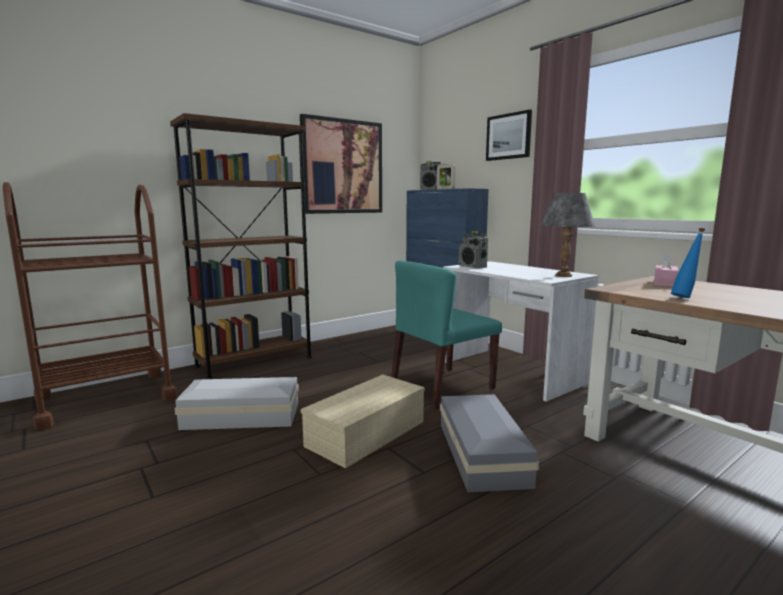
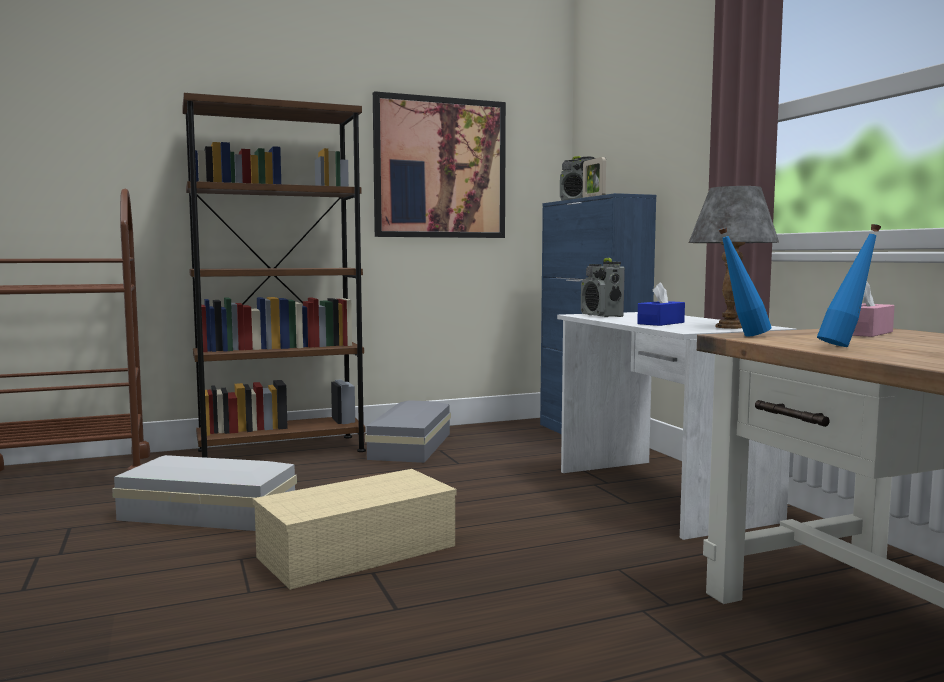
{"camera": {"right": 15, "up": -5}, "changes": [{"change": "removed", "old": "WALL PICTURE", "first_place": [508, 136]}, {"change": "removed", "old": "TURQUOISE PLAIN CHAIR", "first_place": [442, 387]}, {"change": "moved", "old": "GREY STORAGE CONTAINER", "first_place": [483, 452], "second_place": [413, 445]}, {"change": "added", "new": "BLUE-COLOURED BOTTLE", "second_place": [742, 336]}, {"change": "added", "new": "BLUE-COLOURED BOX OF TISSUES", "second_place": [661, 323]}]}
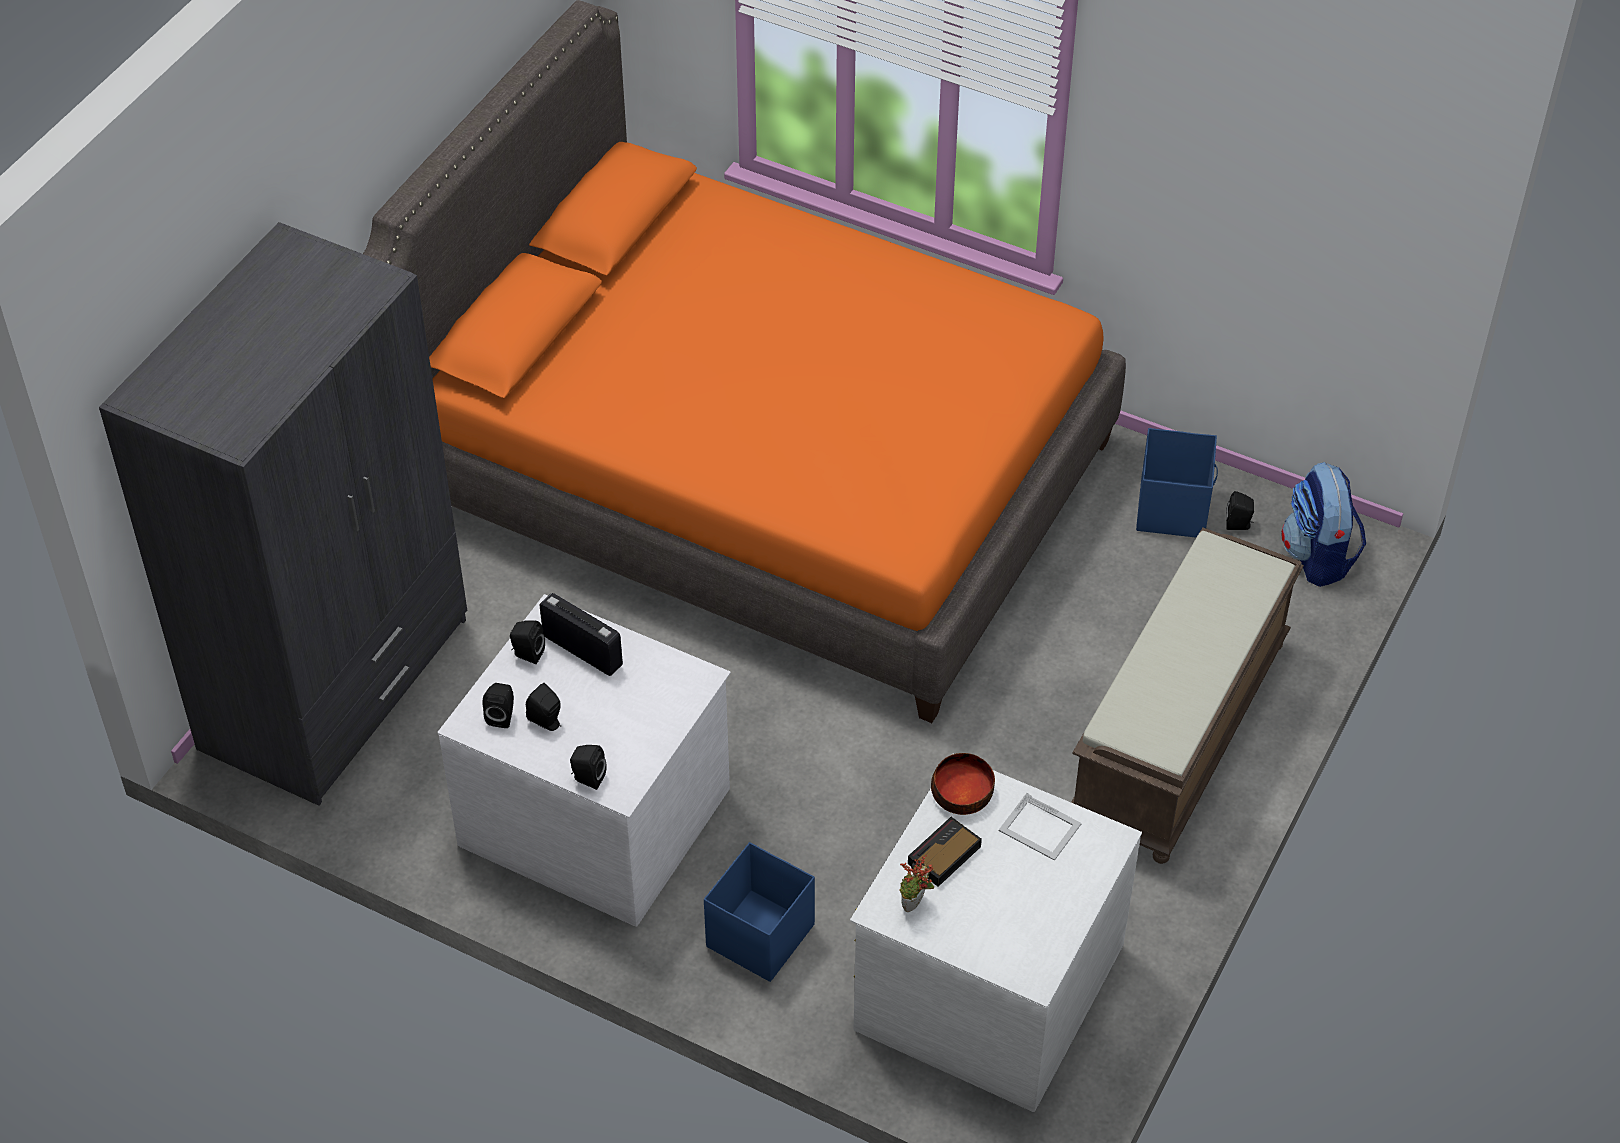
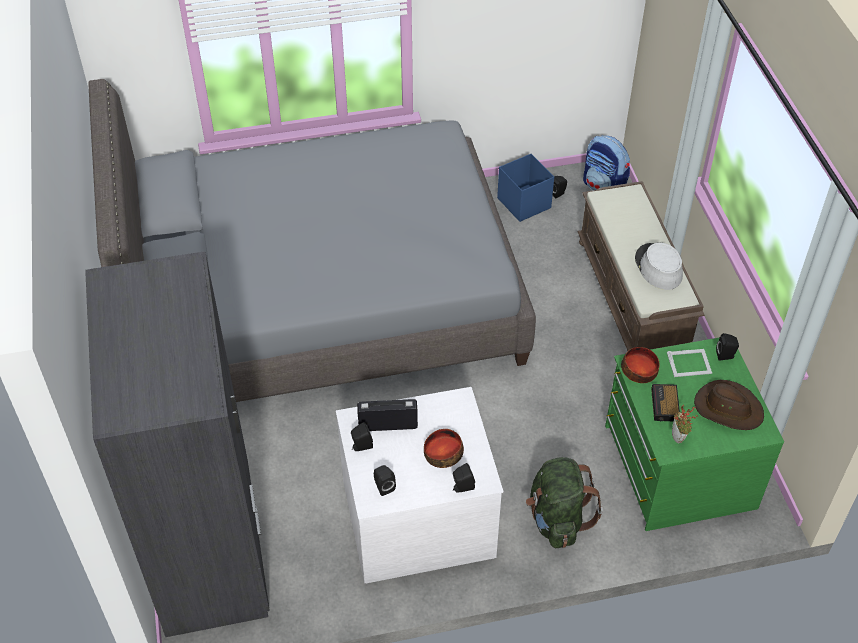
{"camera": {"right": -40, "up": 0}, "changes": [{"change": "recoloured", "old": "ORANGE SLEEPING BED", "new": "GREY SLEEPING BED", "first_place": [759, 475], "second_place": [321, 300]}, {"change": "moved", "old": "BLACK SPEAKER", "first_place": [547, 722], "second_place": [726, 356]}, {"change": "recoloured", "old": "WHITE DRAWER CHEST", "new": "GREEN-COLOURED DRAWER CHEST", "first_place": [985, 985], "second_place": [677, 467]}, {"change": "replaced", "old": "BLUE-COLOURED STORAGE CONTAINER", "new": "GREEN-COLOURED RUCKSACK", "first_place": [759, 937], "second_place": [557, 519]}, {"change": "added", "new": "GREY HAT", "second_place": [658, 267]}, {"change": "added", "new": "BROWN HAT", "second_place": [728, 408]}, {"change": "added", "new": "SERVING BOWL", "second_place": [443, 453]}]}
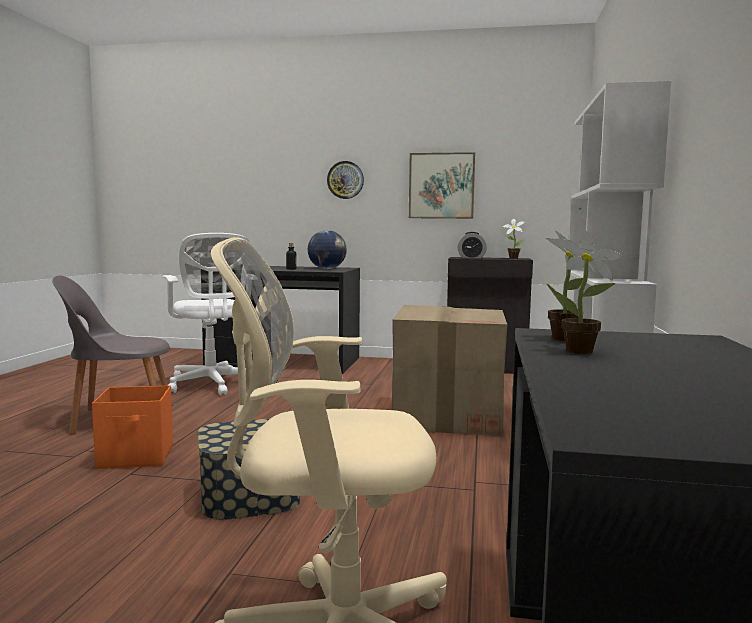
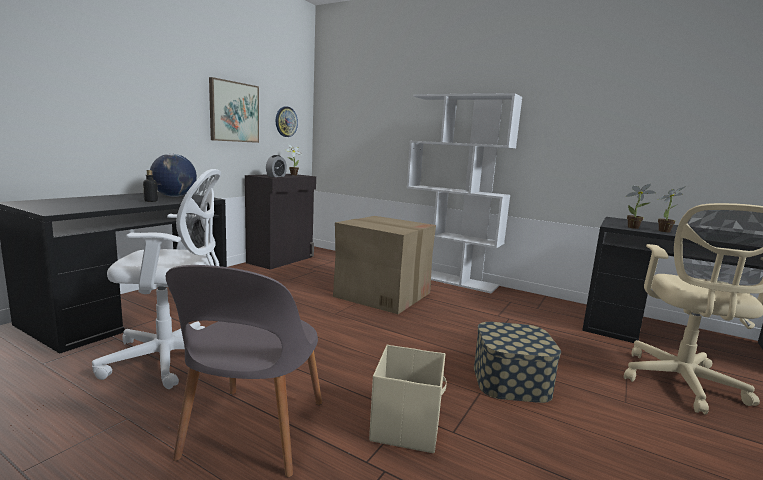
{"camera": {"right": -70, "up": 5}, "changes": [{"change": "moved", "old": "HANGING CLOCK", "first_place": [345, 180], "second_place": [286, 121]}, {"change": "recoloured", "old": "ORANGE STORAGE CONTAINER", "new": "SAND-COLOURED STORAGE CONTAINER", "first_place": [137, 457], "second_place": [407, 425]}]}
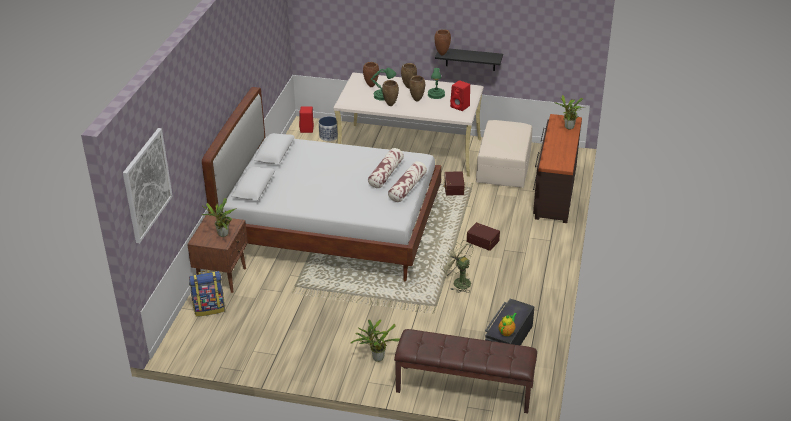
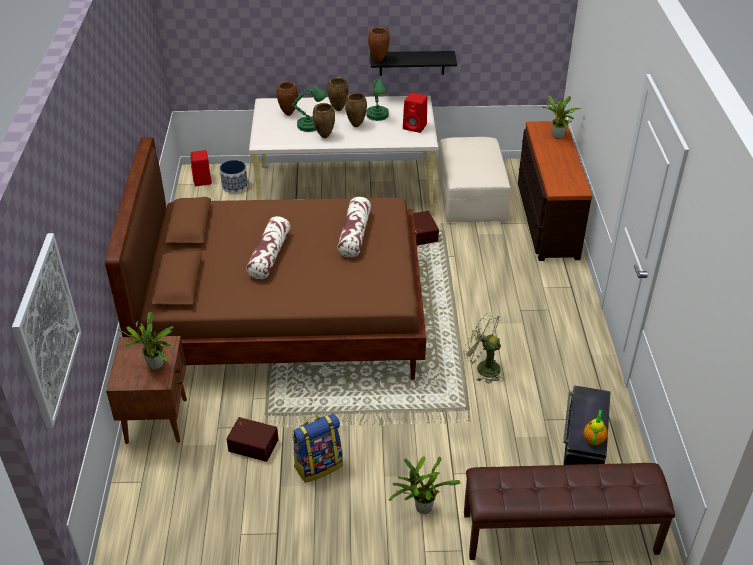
{"camera": {"right": -15, "up": 5}, "changes": [{"change": "recoloured", "old": "WHITE SLEEPING BED", "new": "BROWN SLEEPING BED", "first_place": [331, 226], "second_place": [284, 314]}, {"change": "moved", "old": "PILLOW", "first_place": [407, 187], "second_place": [269, 255]}, {"change": "moved", "old": "BROWN STORAGE CONTAINER", "first_place": [483, 240], "second_place": [253, 444]}, {"change": "moved", "old": "RUCKSACK", "first_place": [209, 308], "second_place": [318, 465]}]}
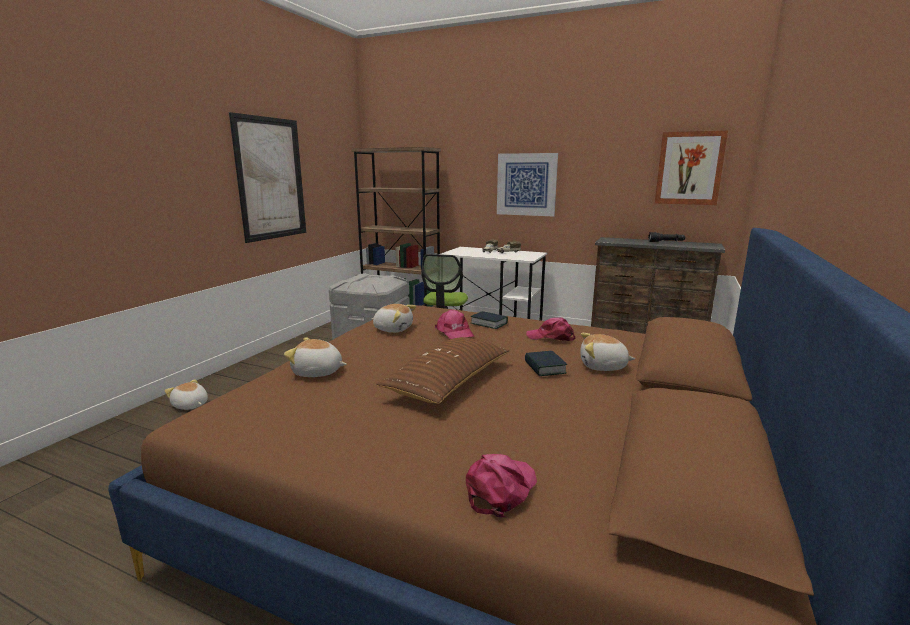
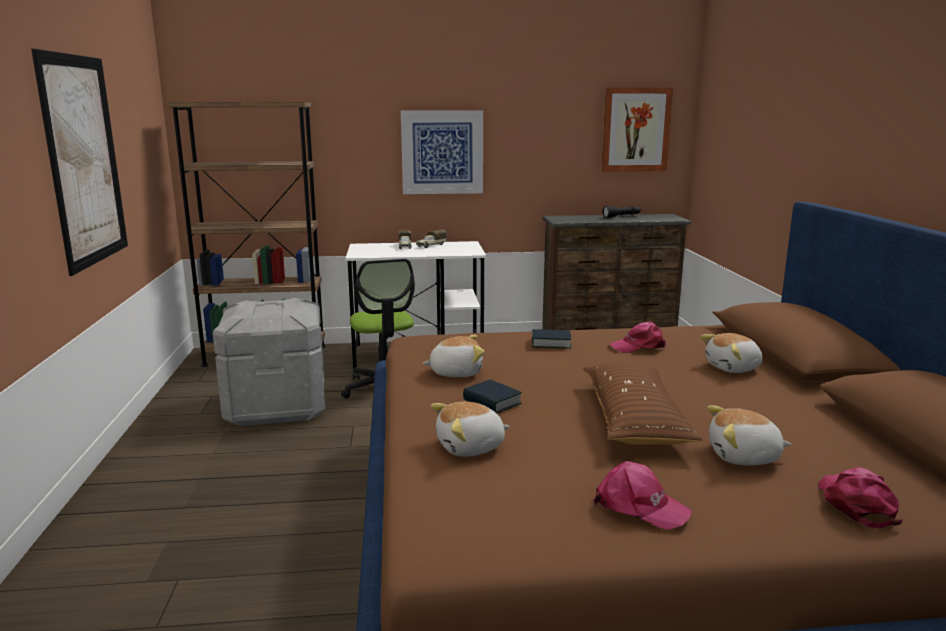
{"camera": {"right": -30, "up": 0}, "changes": [{"change": "moved", "old": "PINKISH BASEBALL CAP", "first_place": [454, 332], "second_place": [639, 507]}, {"change": "moved", "old": "BOUND BOOK", "first_place": [545, 368], "second_place": [492, 402]}, {"change": "moved", "old": "CUDDLY TOY", "first_place": [190, 405], "second_place": [744, 457]}]}
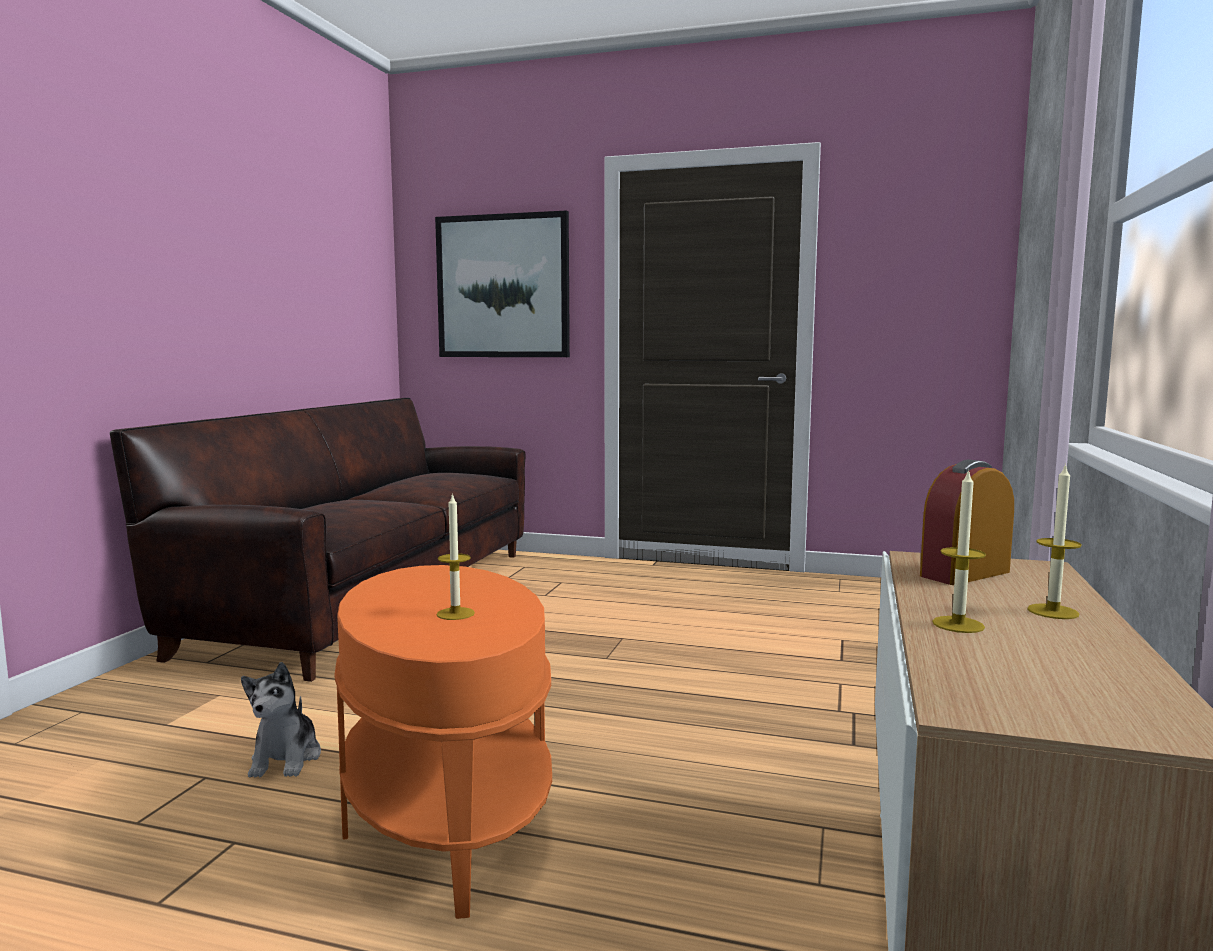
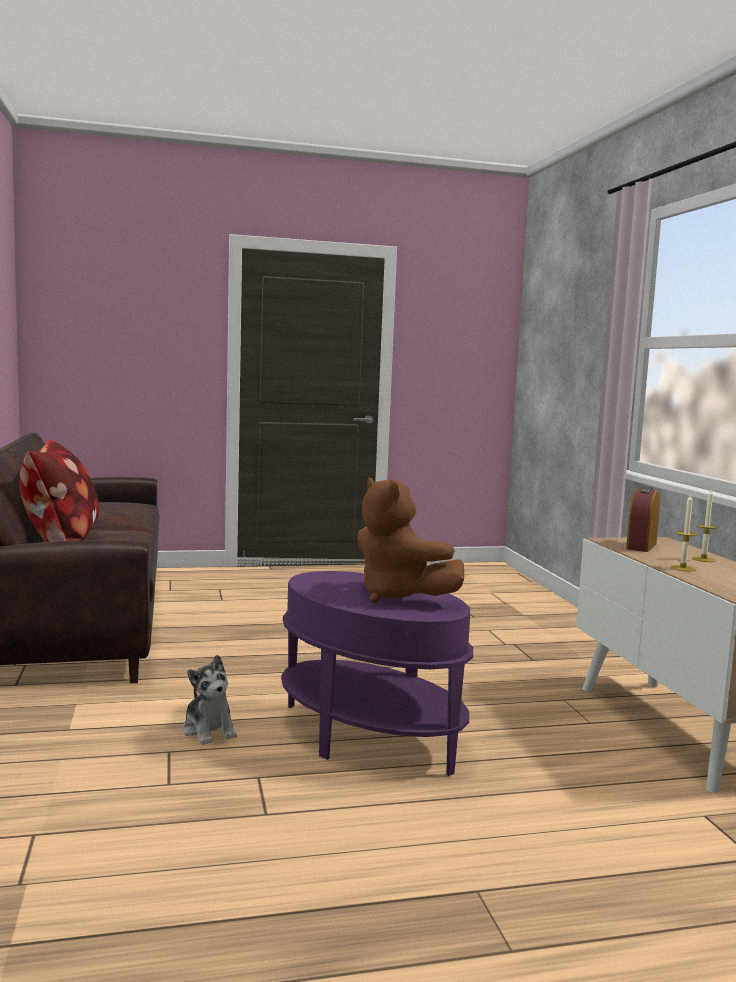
{"camera": {"right": -30, "up": 0}, "changes": [{"change": "removed", "old": "WALL PICTURE", "first_place": [503, 286]}, {"change": "replaced", "old": "WAX LIGHT", "new": "BROWN CUDDLY TOY", "first_place": [455, 614], "second_place": [398, 597]}, {"change": "recoloured", "old": "ORANGE ACCENT TABLE", "new": "PURPLE ACCENT TABLE", "first_place": [446, 817], "second_place": [369, 737]}, {"change": "added", "new": "PILLOW", "second_place": [60, 540]}]}
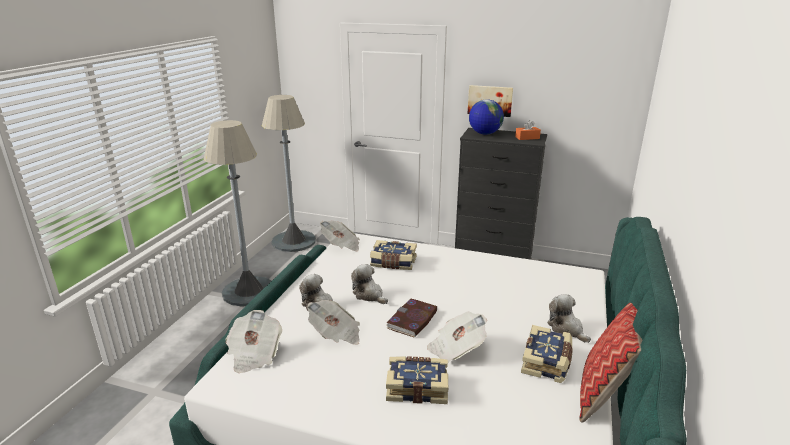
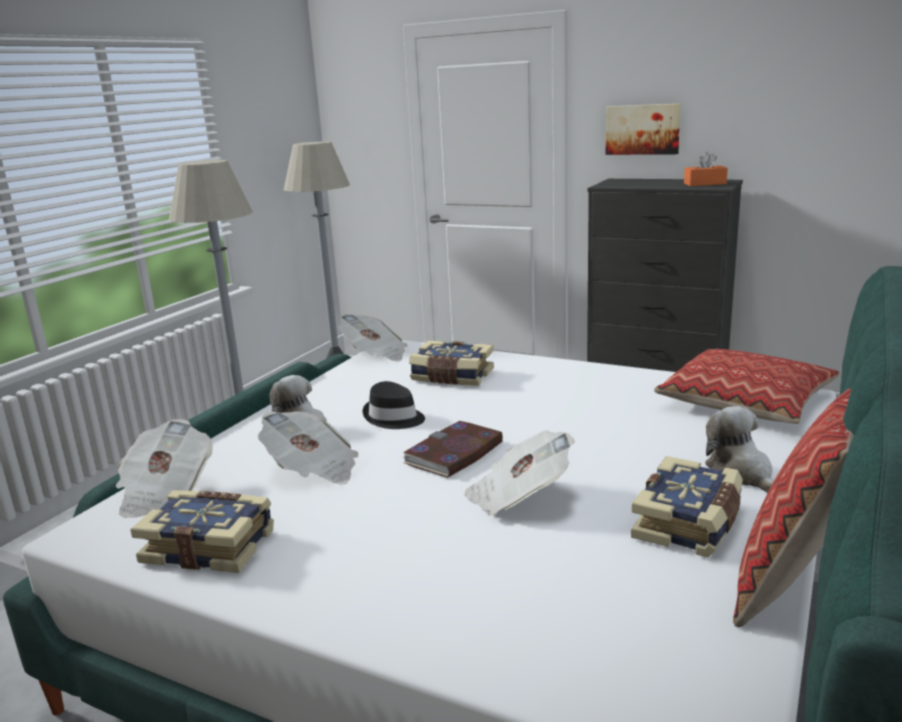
{"camera": {"right": 10, "up": -5}, "changes": [{"change": "removed", "old": "DESK GLOBE", "first_place": [484, 133]}, {"change": "replaced", "old": "CUDDLY TOY", "new": "BLACK HAT", "first_place": [369, 295], "second_place": [393, 418]}, {"change": "moved", "old": "BOUND BOOK", "first_place": [417, 387], "second_place": [210, 546]}, {"change": "added", "new": "PILLOW", "second_place": [746, 401]}]}
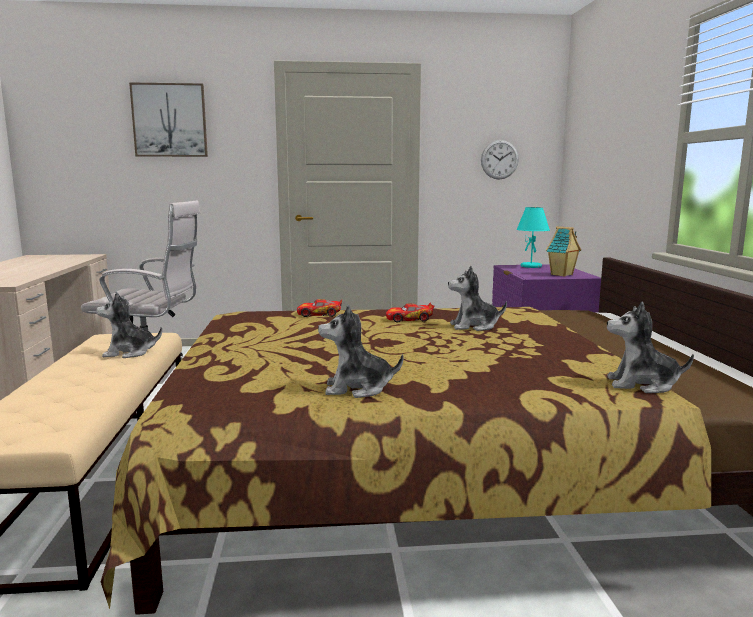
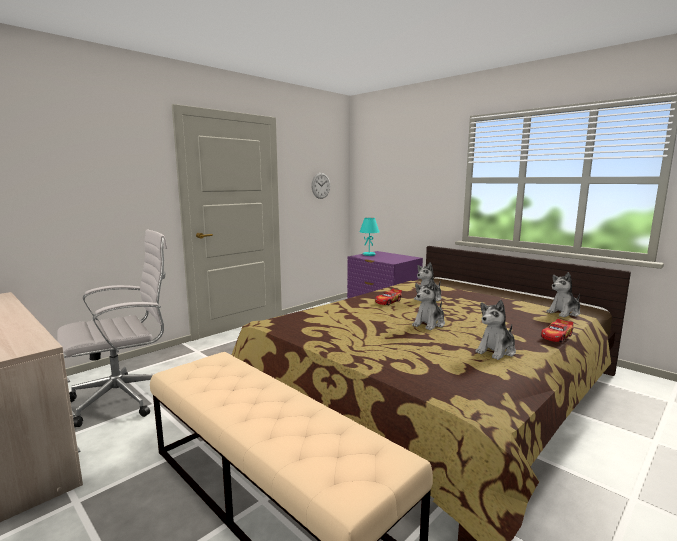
{"camera": {"right": -40, "up": 0}, "changes": [{"change": "removed", "old": "WALL PICTURE", "first_place": [169, 120]}, {"change": "removed", "old": "TOY HOUSE", "first_place": [562, 275]}, {"change": "moved", "old": "CUDDLY TOY", "first_place": [129, 353], "second_place": [429, 324]}, {"change": "moved", "old": "MODEL CAR", "first_place": [319, 314], "second_place": [556, 336]}]}
